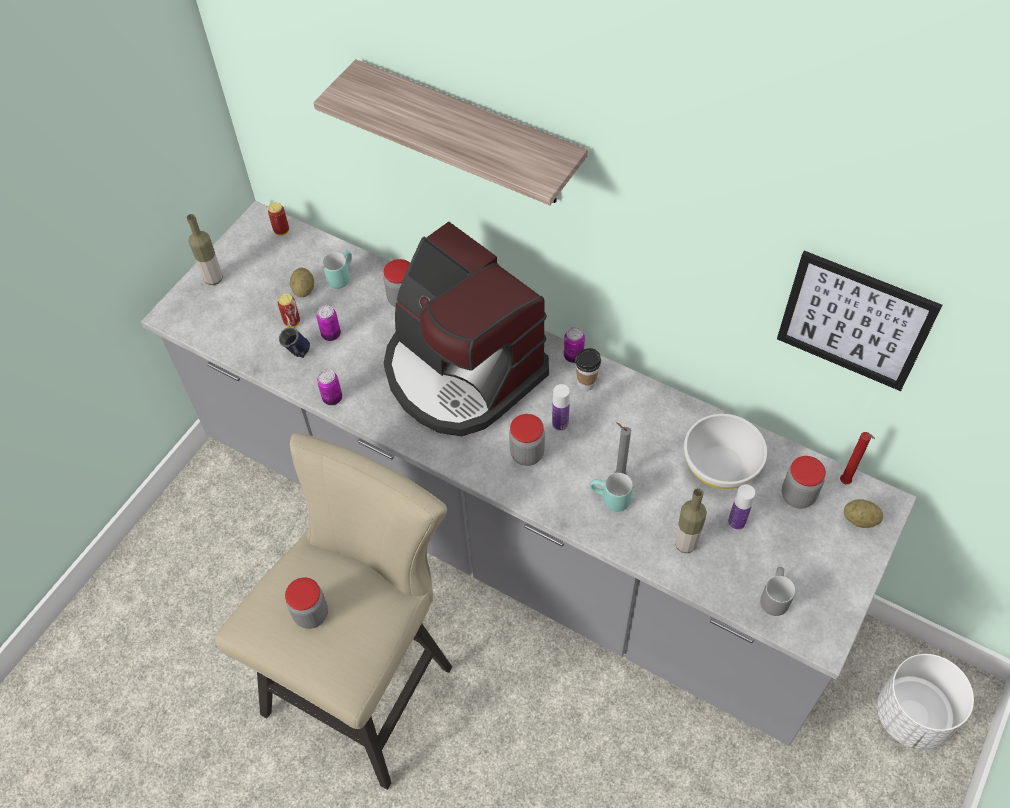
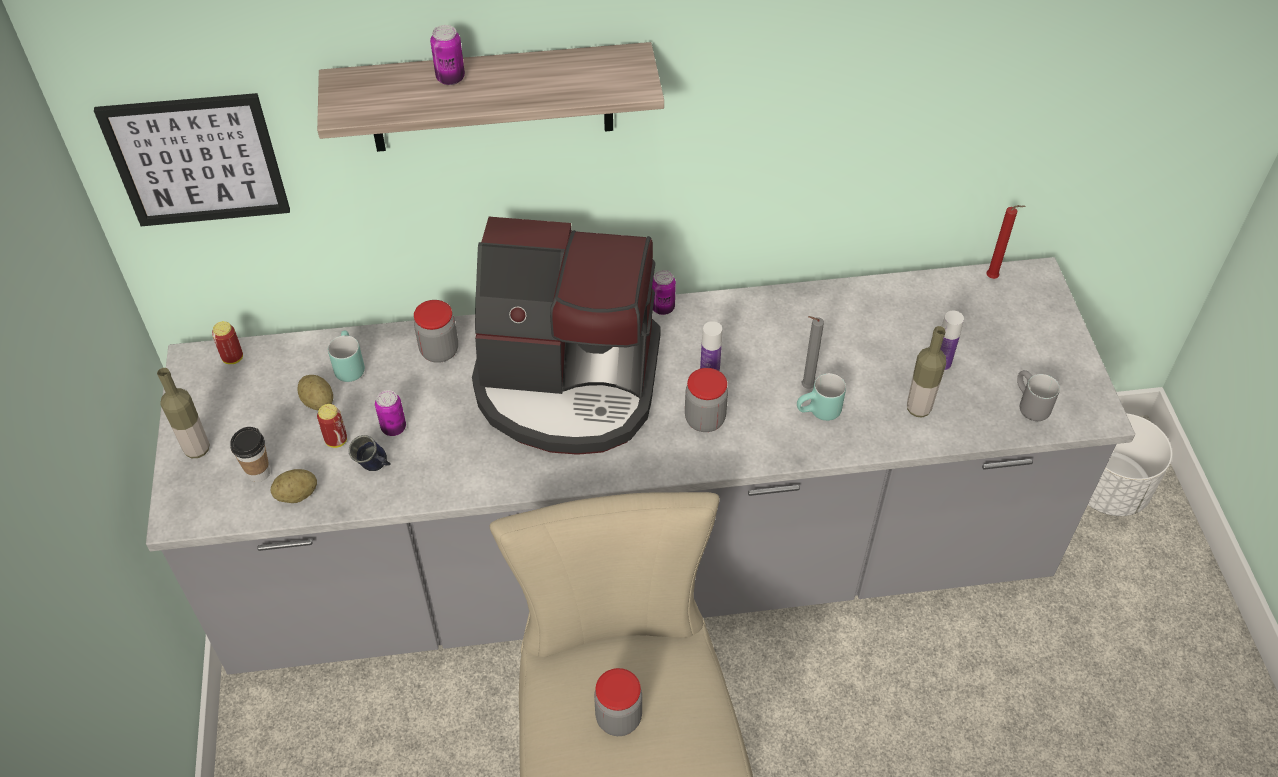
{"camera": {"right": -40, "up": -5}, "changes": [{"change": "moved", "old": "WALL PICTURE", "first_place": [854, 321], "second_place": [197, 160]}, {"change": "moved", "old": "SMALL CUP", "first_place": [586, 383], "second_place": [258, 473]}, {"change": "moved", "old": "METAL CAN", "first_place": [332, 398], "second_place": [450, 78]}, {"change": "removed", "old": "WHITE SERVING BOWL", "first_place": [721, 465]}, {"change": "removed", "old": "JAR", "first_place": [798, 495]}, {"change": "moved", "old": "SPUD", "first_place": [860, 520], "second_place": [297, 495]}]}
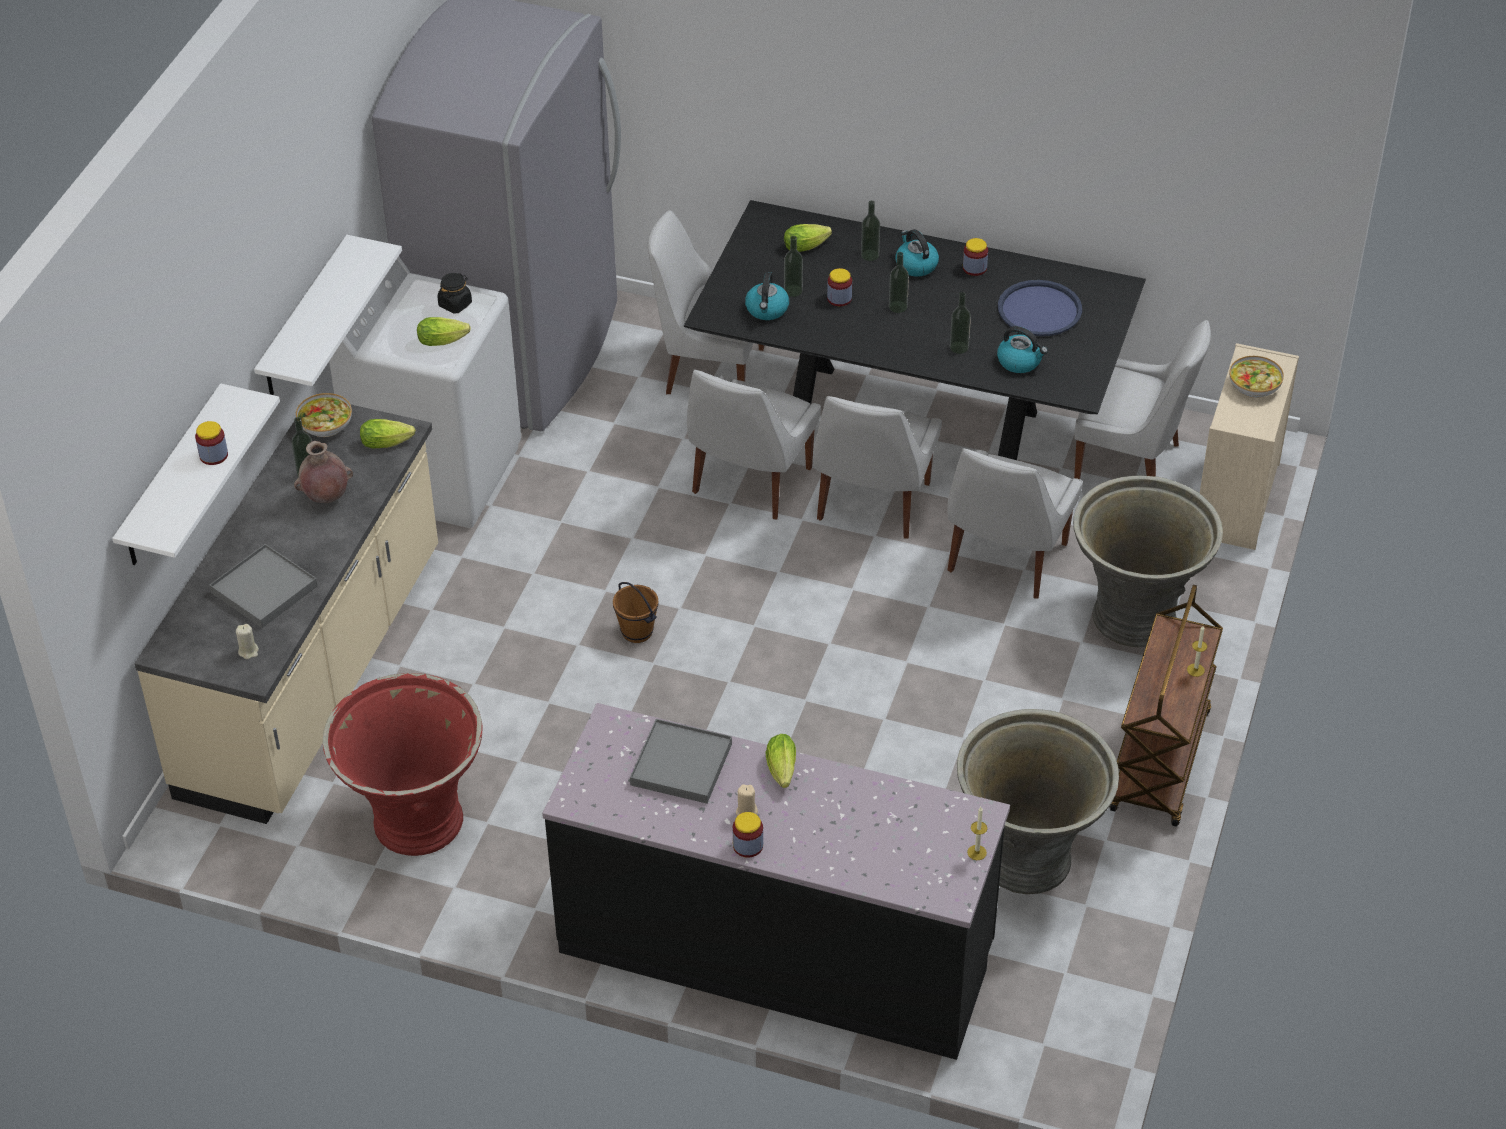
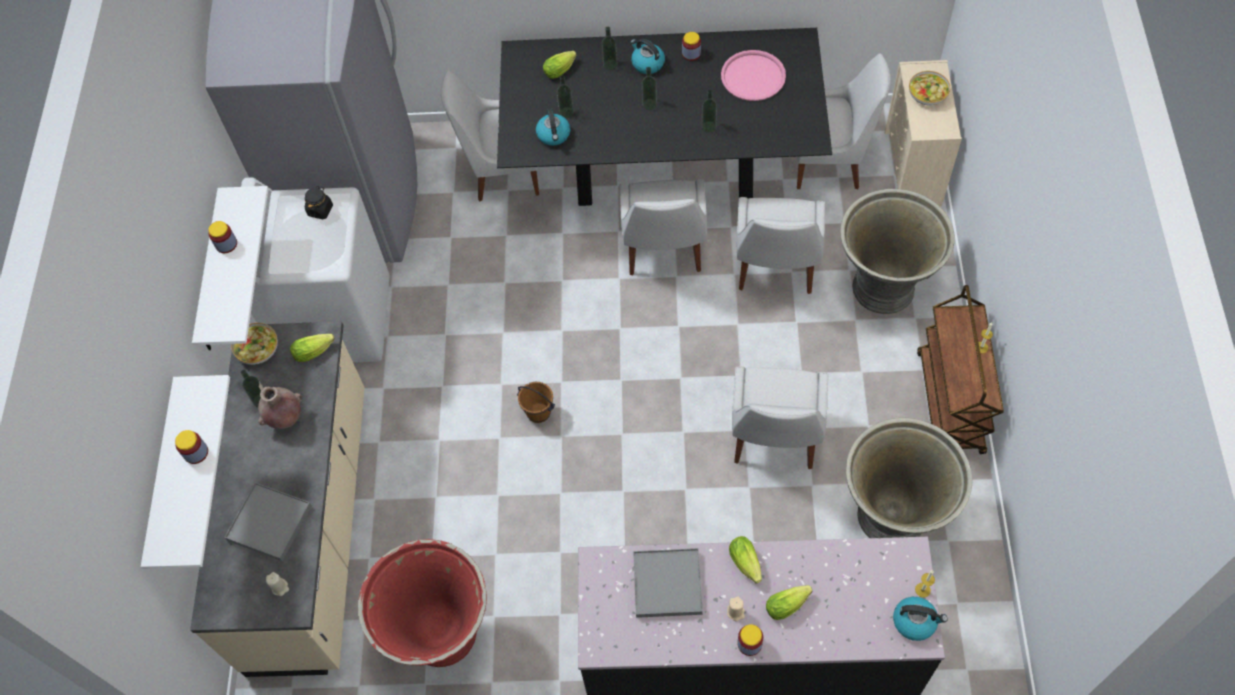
{"camera": {"right": -15, "up": 15}, "changes": [{"change": "moved", "old": "JAR", "first_place": [839, 298], "second_place": [226, 244]}, {"change": "recoloured", "old": "BLUE-COLOURED TRAY", "new": "PINKISH TRAY", "first_place": [1039, 309], "second_place": [753, 76]}, {"change": "moved", "old": "LETTUCE", "first_place": [445, 340], "second_place": [789, 604]}, {"change": "moved", "old": "TEA KETTLE", "first_place": [1020, 361], "second_place": [915, 621]}, {"change": "moved", "old": "WHITE PLAIN CHAIR", "first_place": [749, 483], "second_place": [774, 439]}]}
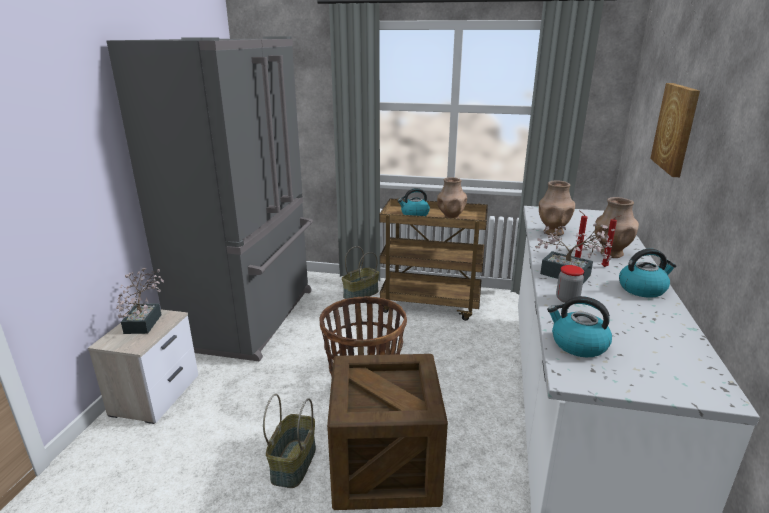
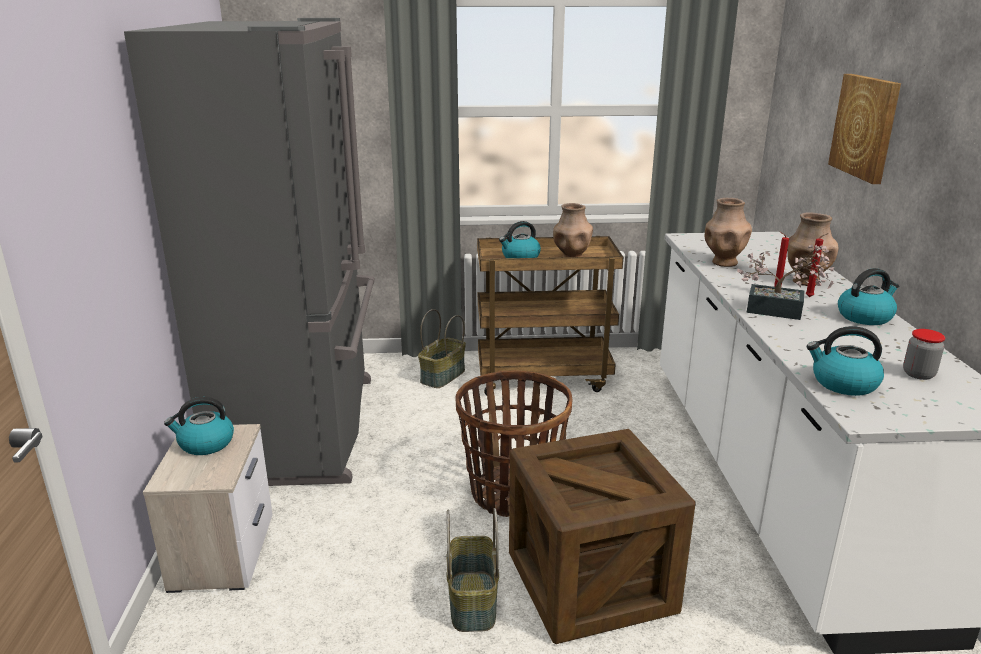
{"camera": {"right": -15, "up": 0}, "changes": [{"change": "moved", "old": "JAR", "first_place": [567, 299], "second_place": [918, 374]}, {"change": "replaced", "old": "HOUSEPLANT", "new": "TEA KETTLE", "first_place": [145, 321], "second_place": [205, 444]}]}
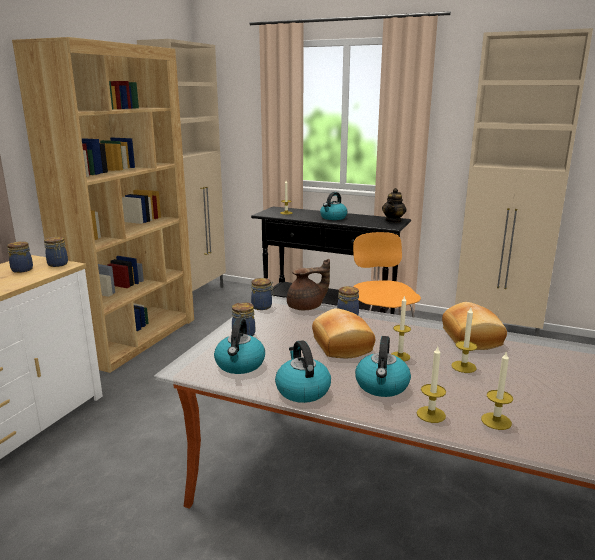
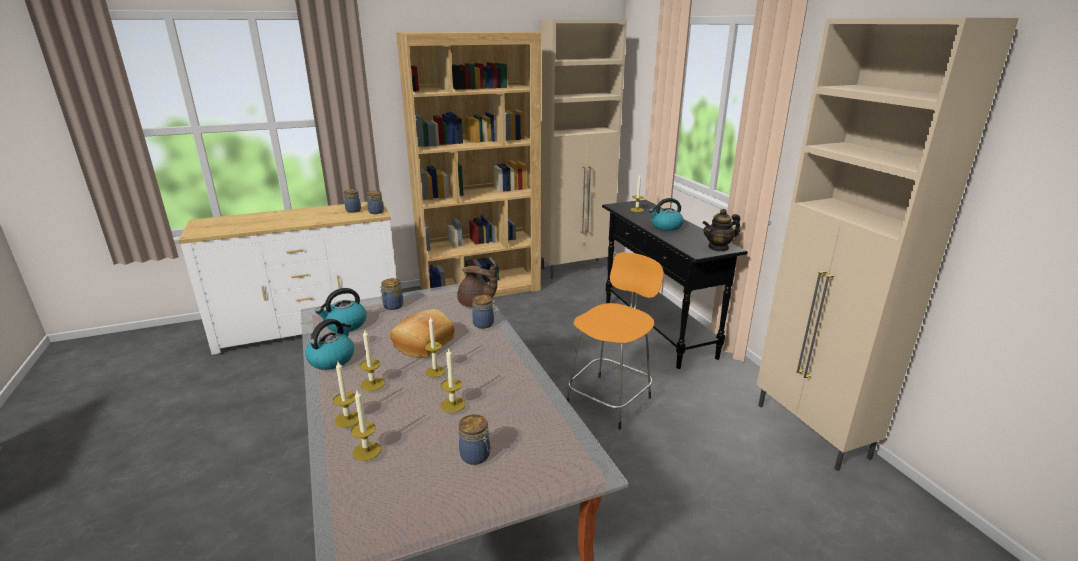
{"camera": {"right": 45, "up": 5}, "changes": [{"change": "moved", "old": "JAR", "first_place": [262, 306], "second_place": [476, 456]}, {"change": "removed", "old": "BREAD", "first_place": [473, 338]}, {"change": "replaced", "old": "TEA KETTLE", "new": "WAX LIGHT", "first_place": [382, 386], "second_place": [372, 384]}]}
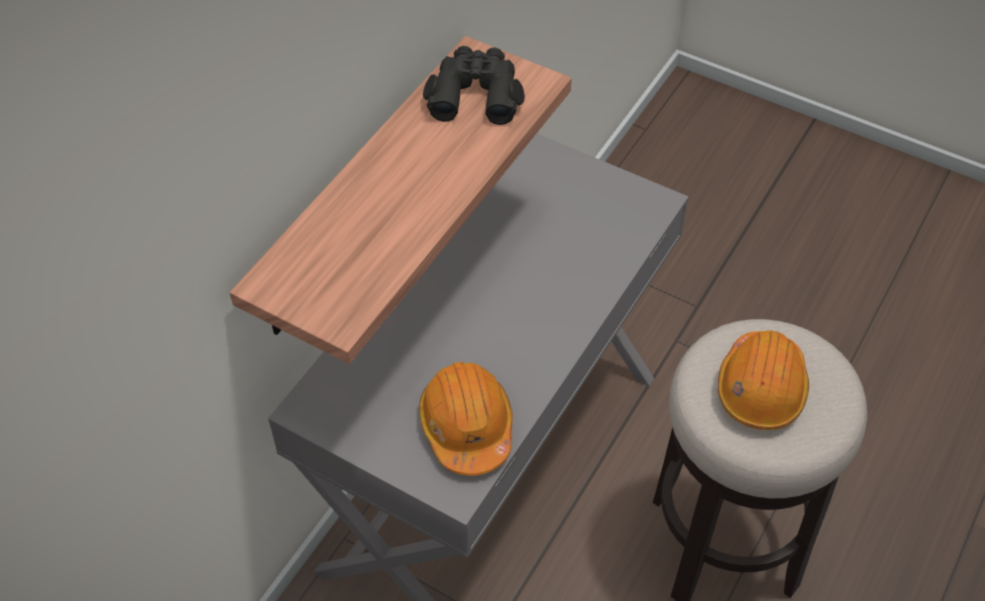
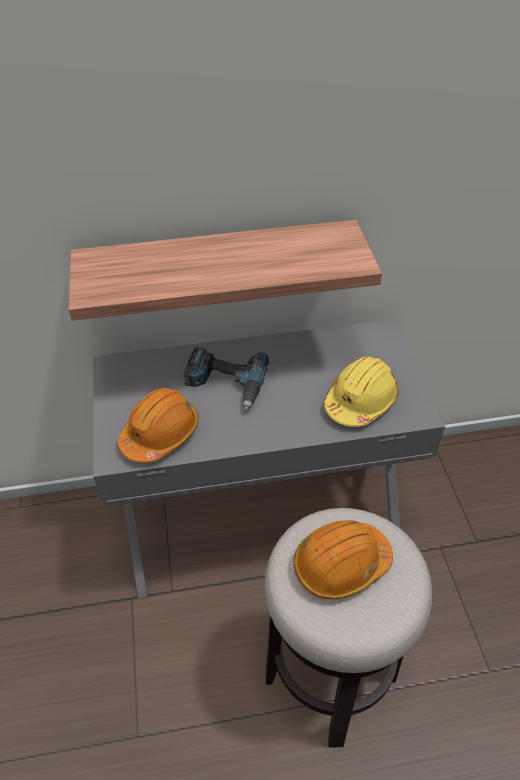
{"camera": {"right": 50, "up": -5}, "changes": [{"change": "removed", "old": "BLACK PAIR OF BINOCULARS", "first_place": [475, 93]}, {"change": "added", "new": "ELECTRIC DRILL", "second_place": [225, 383]}, {"change": "added", "new": "YELLOW WORK HELMET", "second_place": [360, 401]}]}
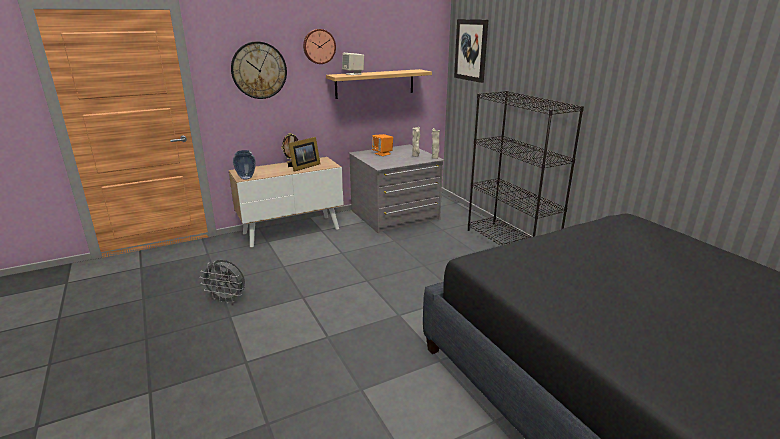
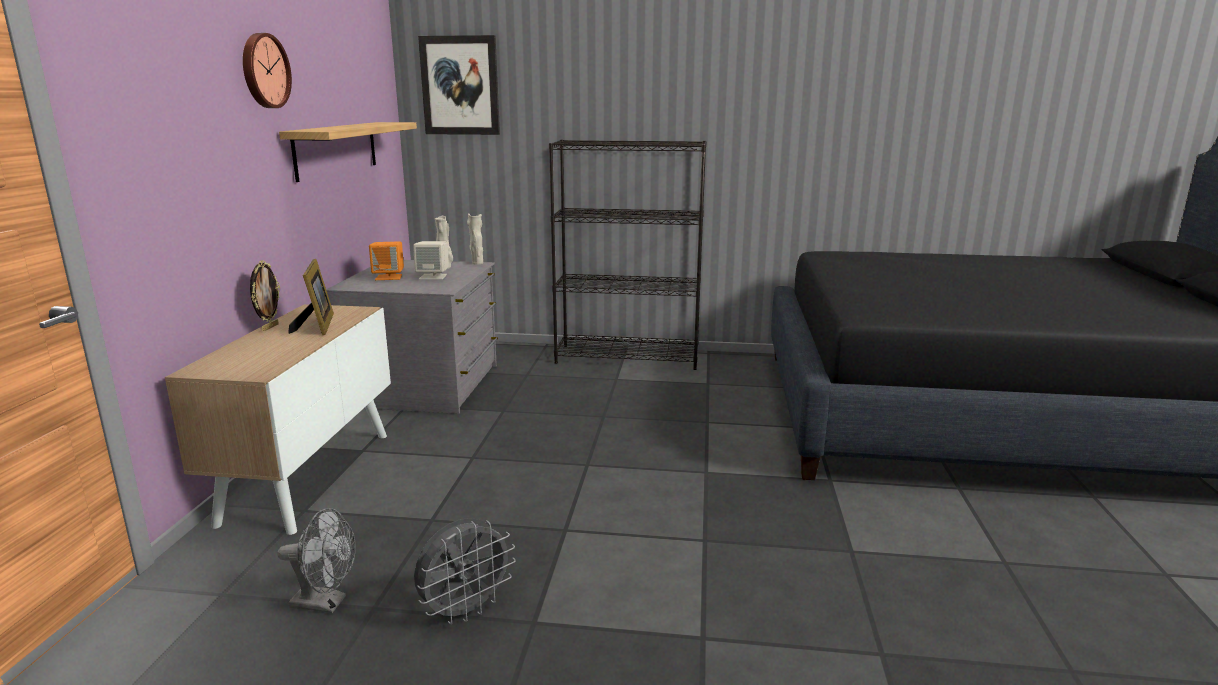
{"camera": {"right": -55, "up": -5}, "changes": [{"change": "removed", "old": "HANGING CLOCK", "first_place": [259, 70]}, {"change": "moved", "old": "SAND-COLOURED SPEAKER", "first_place": [353, 74], "second_place": [433, 276]}, {"change": "removed", "old": "FLOWER VASE", "first_place": [246, 178]}, {"change": "added", "new": "GREY ELECTRIC FAN", "second_place": [326, 603]}]}
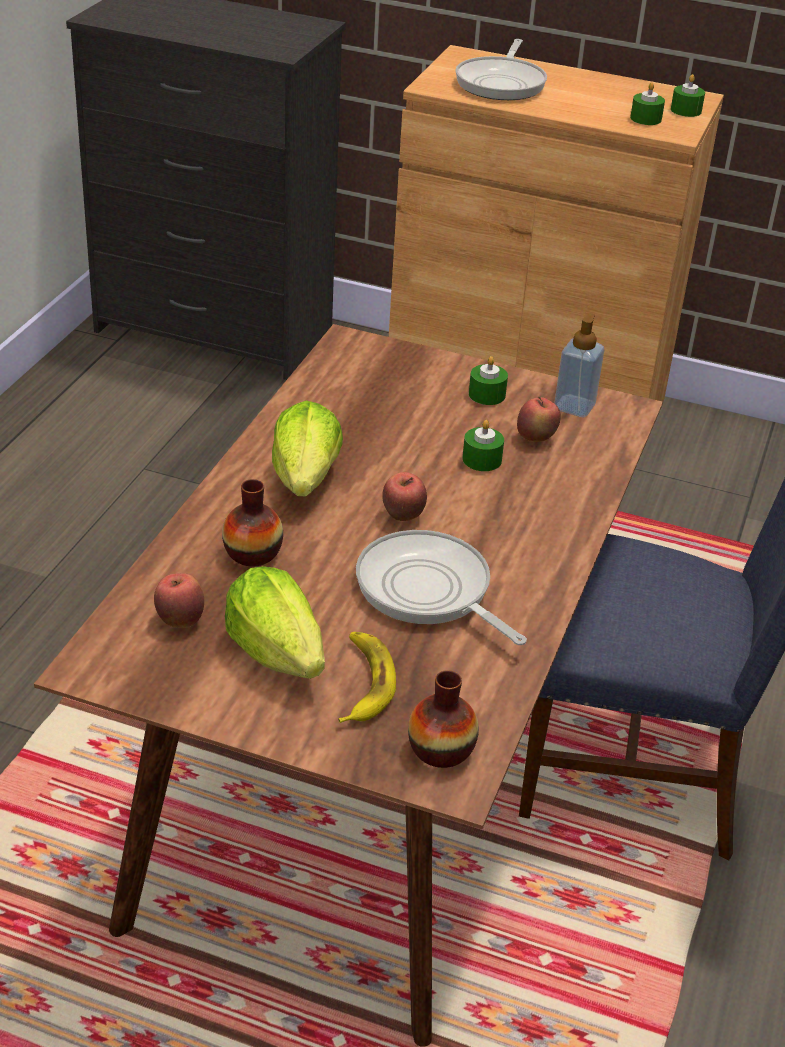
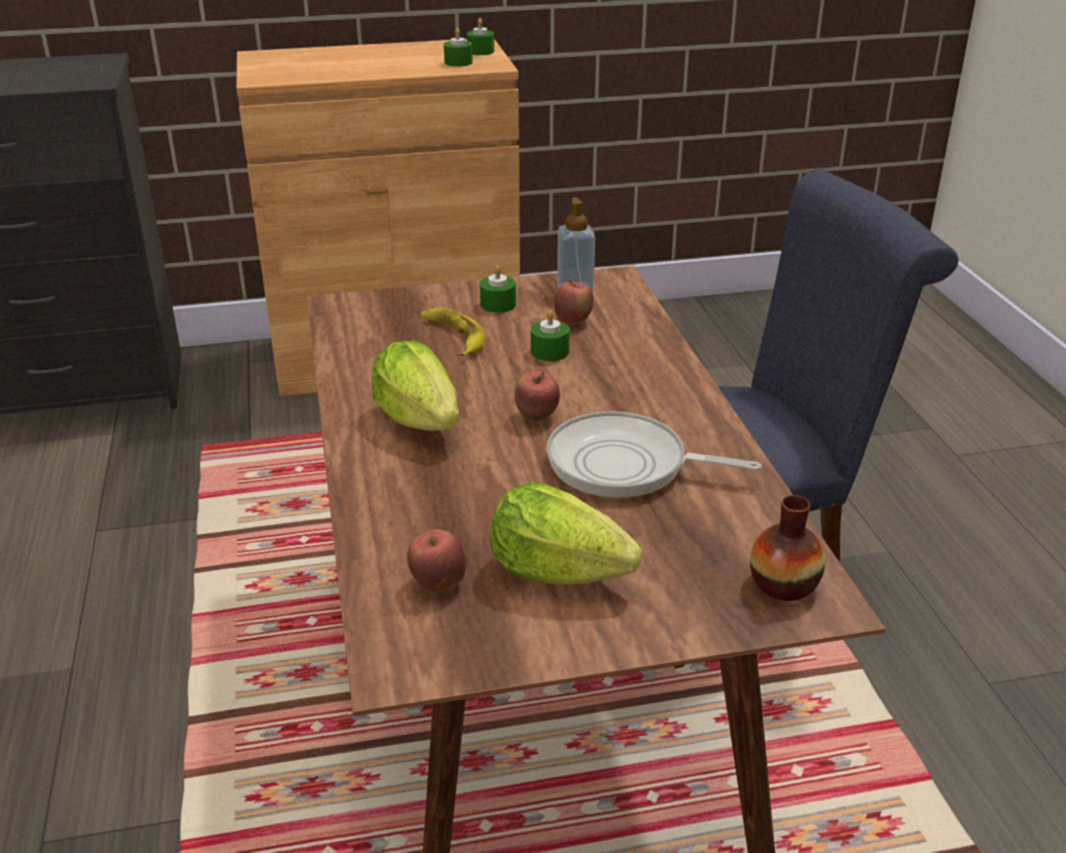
{"camera": {"right": -30, "up": -5}, "changes": [{"change": "removed", "old": "FRYING PAN", "first_place": [502, 83]}, {"change": "removed", "old": "FLOWER VASE", "first_place": [252, 553]}, {"change": "moved", "old": "BANANA FRUIT", "first_place": [364, 682], "second_place": [454, 336]}]}
